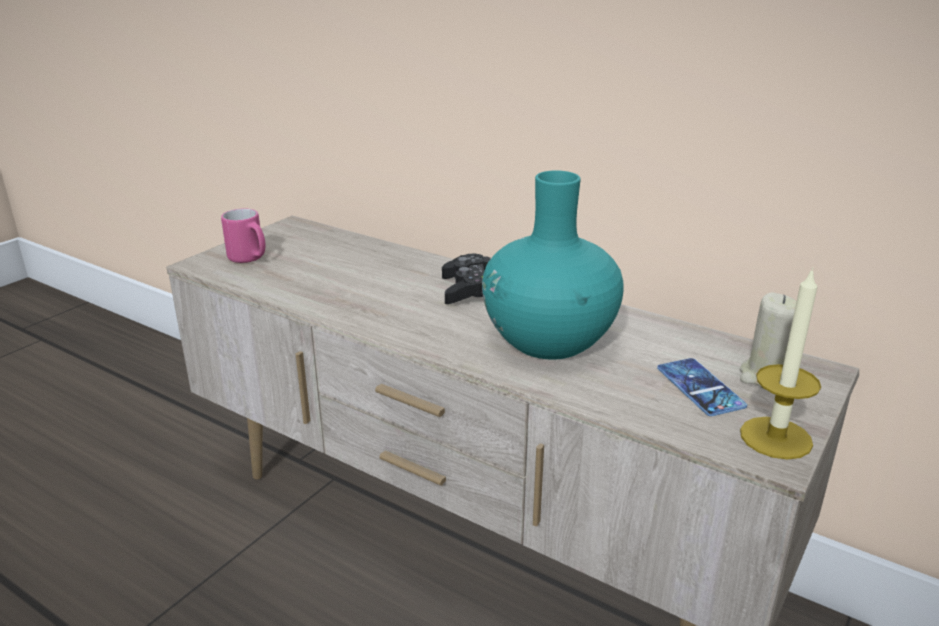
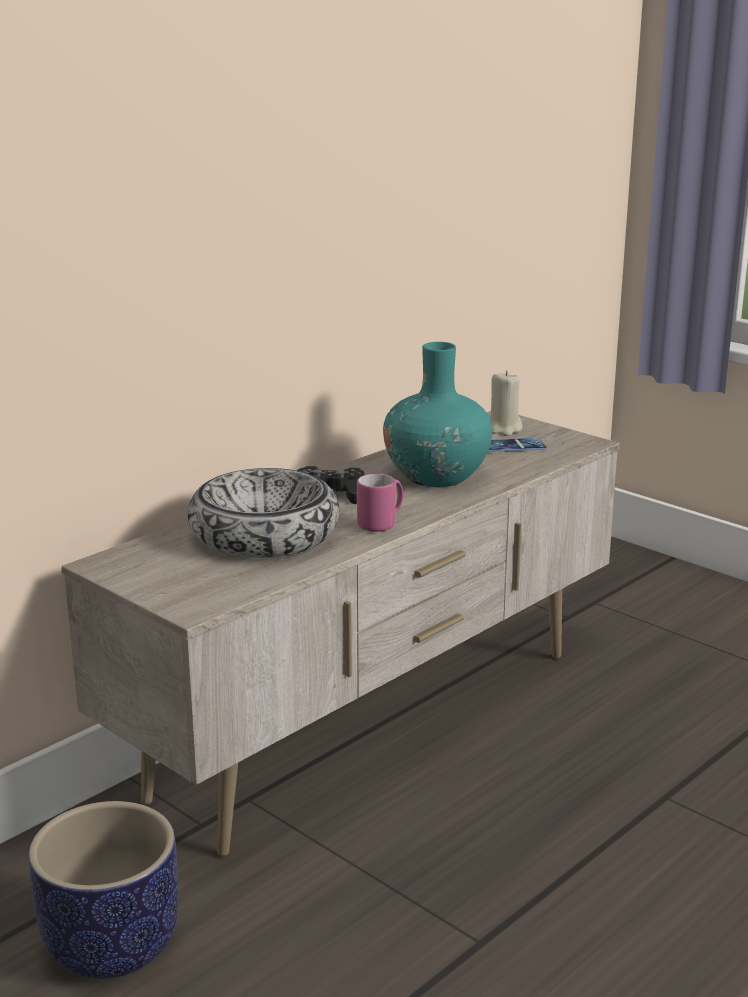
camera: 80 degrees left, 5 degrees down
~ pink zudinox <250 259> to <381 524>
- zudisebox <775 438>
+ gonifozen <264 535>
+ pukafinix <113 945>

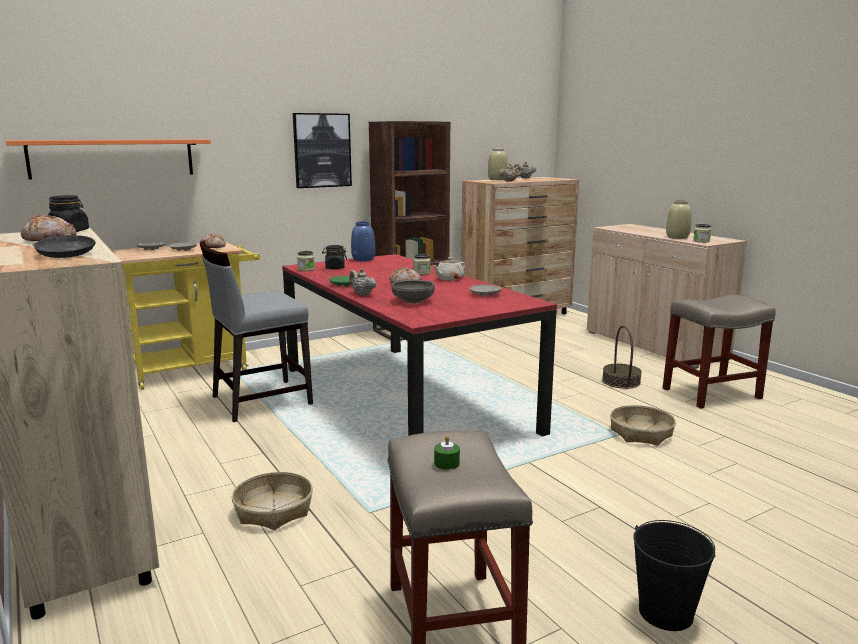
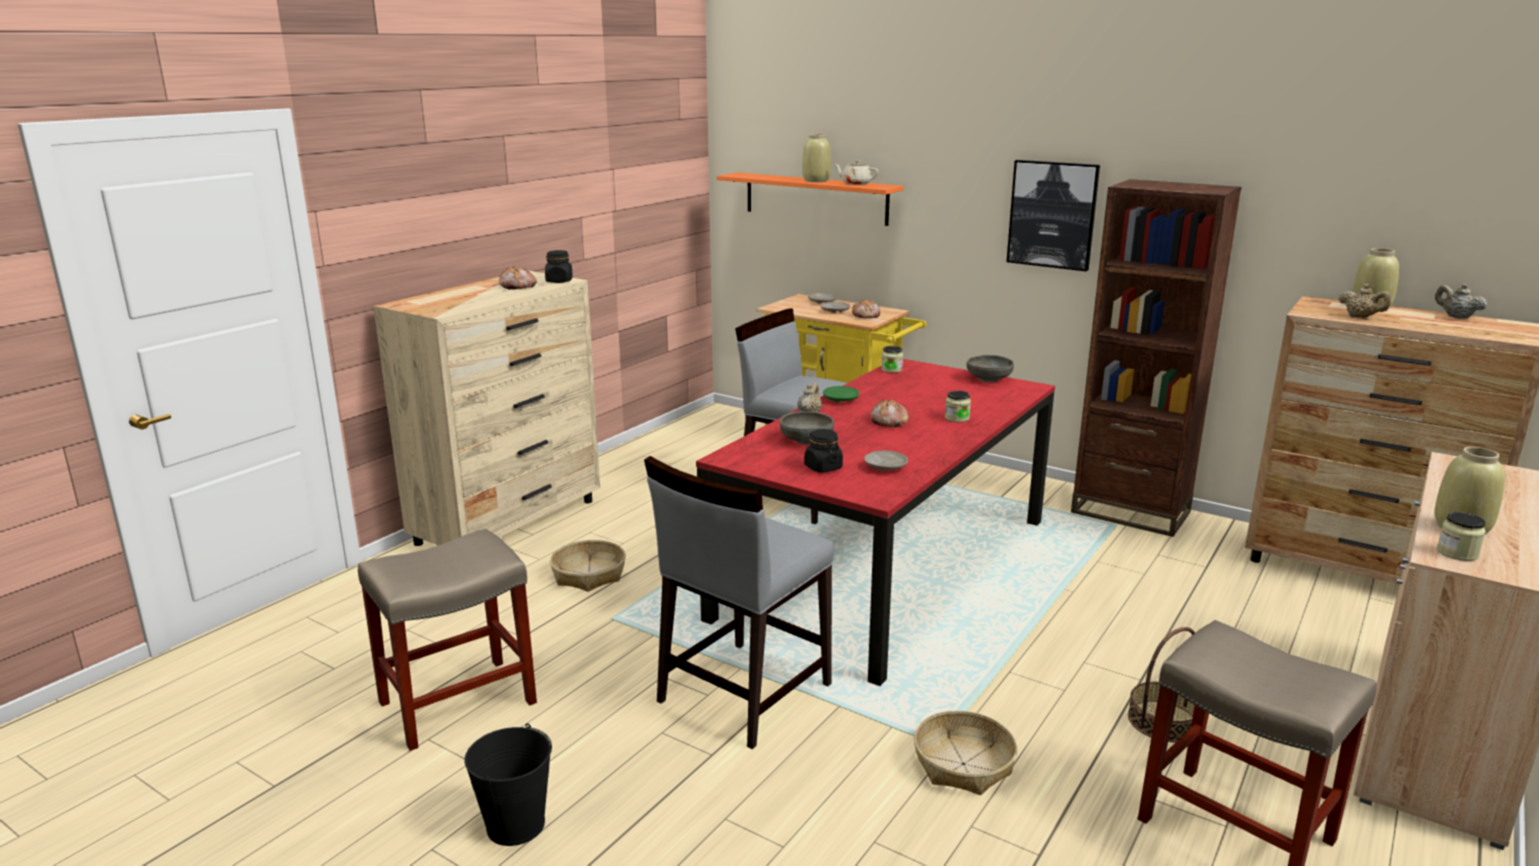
camera: 65 degrees right, 5 degrees up
~ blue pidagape <363 259> to grey gonifozen <989 379>
- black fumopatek <66 253>
~ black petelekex <335 268> to <823 467>
~ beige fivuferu <449 279> to <855 184>
- green zudisebox <446 463>
+ beige pidagape <816 181>
+ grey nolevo <742 693>

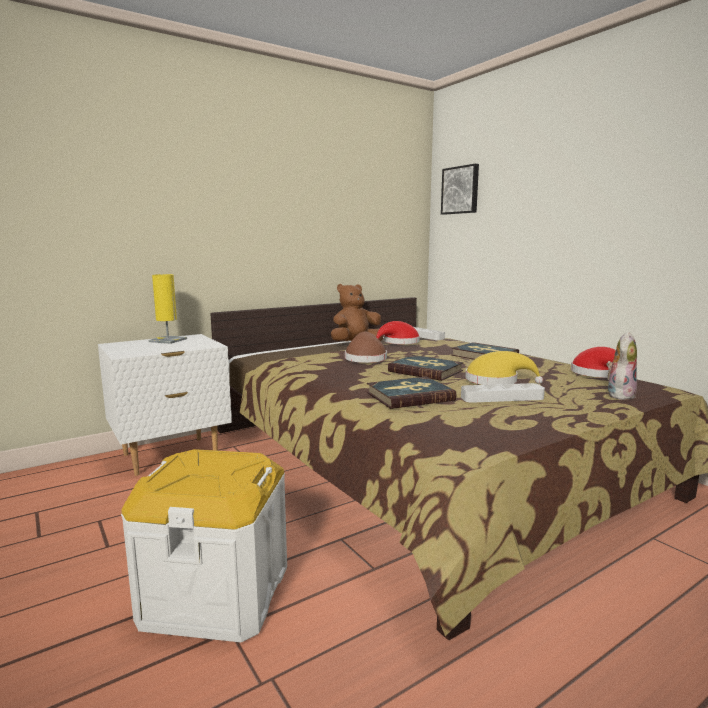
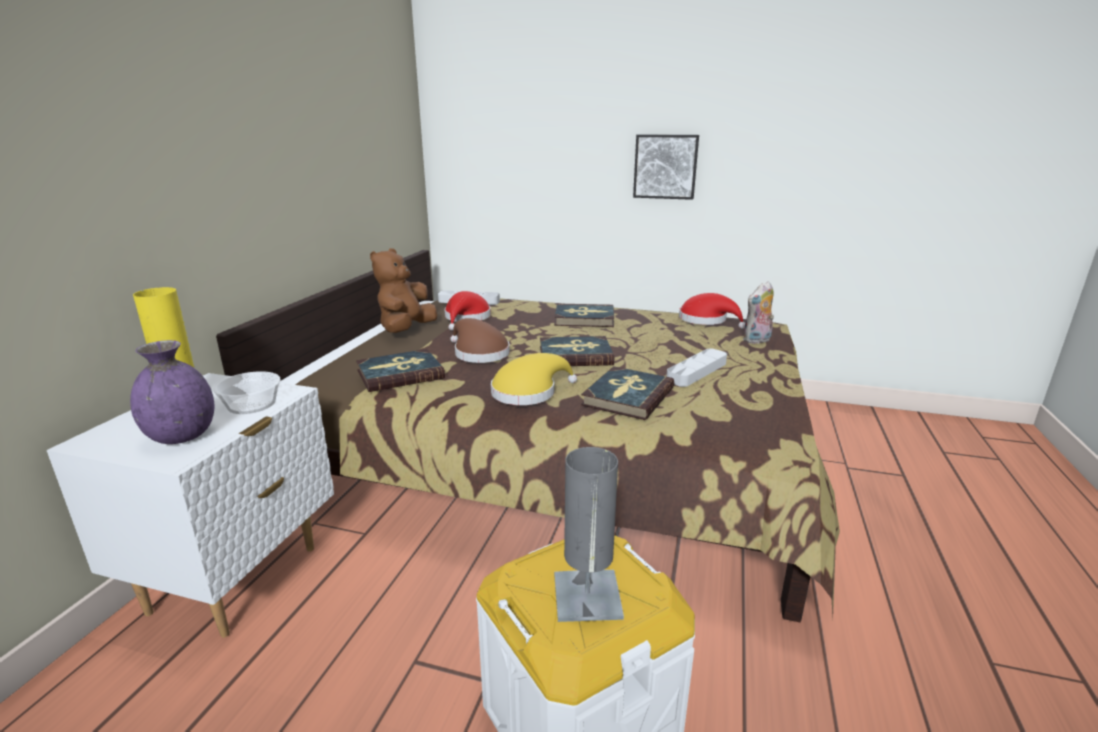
camera: 40 degrees left, 10 degrees up
~ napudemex <461 190> to <665 166>
~ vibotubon <619 395> = <757 341> 120 degrees counterclockwise
~ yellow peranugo <496 381> to <528 392>
+ purple pidagape <182 436>
+ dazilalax <400 374>
+ gonifozen <250 404>
+ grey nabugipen <587 596>

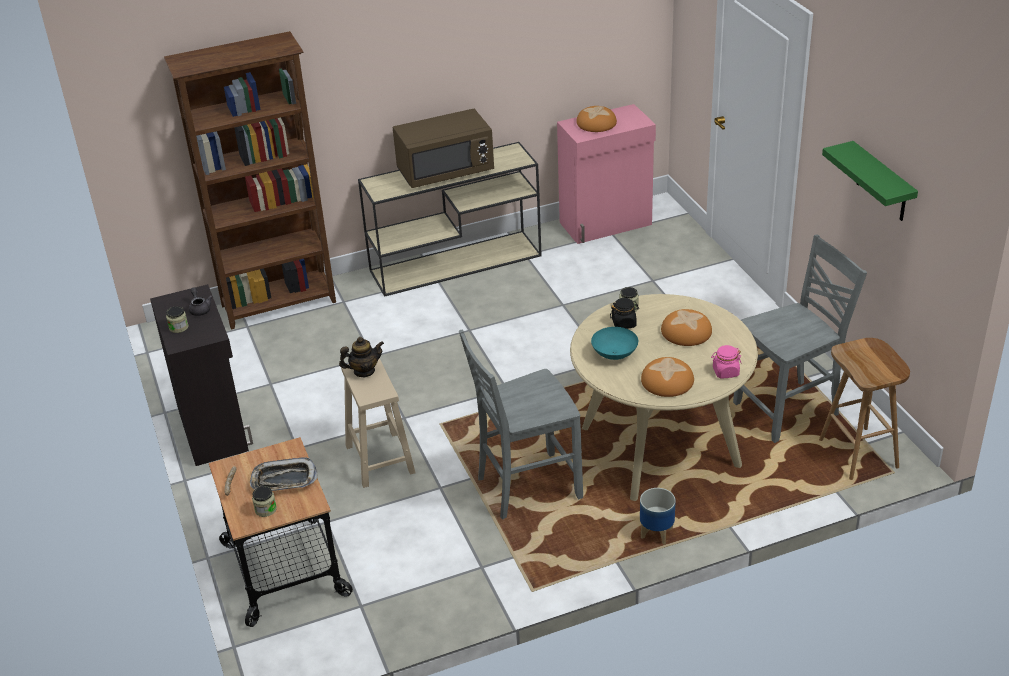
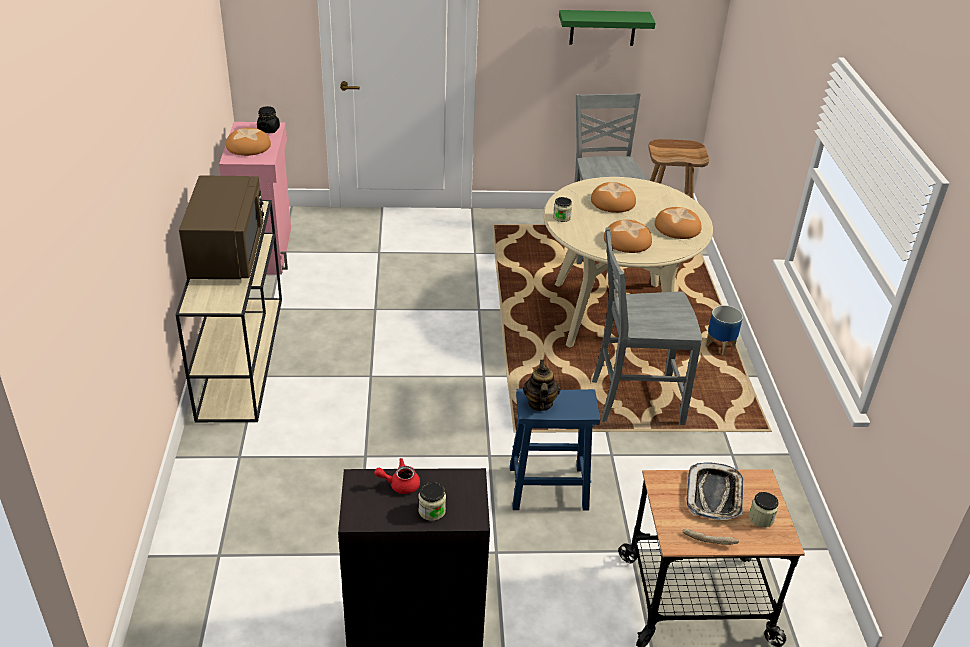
camera: 75 degrees left, 0 degrees up
- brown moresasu <280 304>
~ grey fivuferu <200 309> to red fivuferu <400 484>
~ black petelekex <624 323> to <268 129>
~ turquoise gonifozen <614 354> to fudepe <626 241>
~ grey nolevo <526 487> = <634 400> 90 degrees clockwise
- pink petelekex <725 372>
~ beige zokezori <379 458> to blue zokezori <546 488>

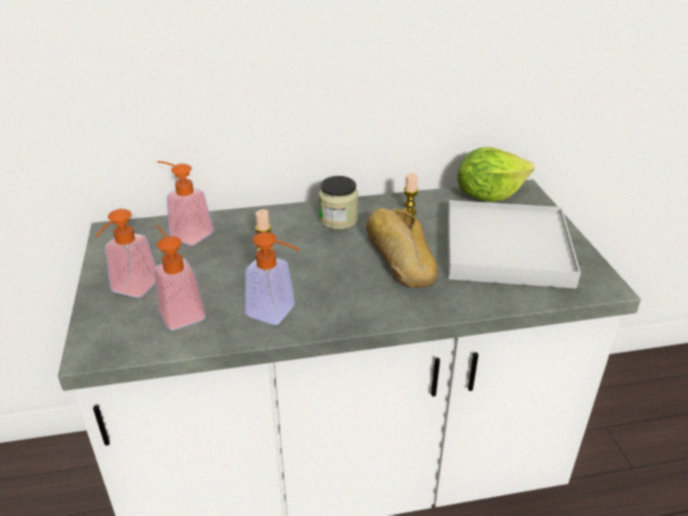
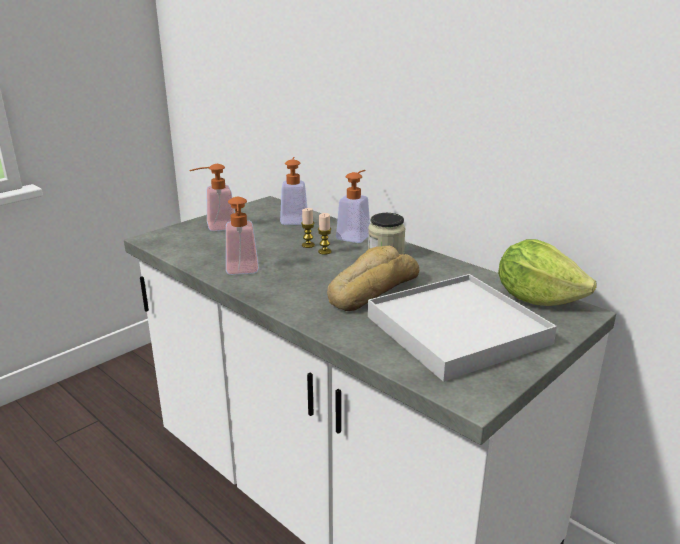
camera: 55 degrees right, 10 degrees down
~ zudisebox <409 212> to <324 251>
~ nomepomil <179 311> to <355 235>

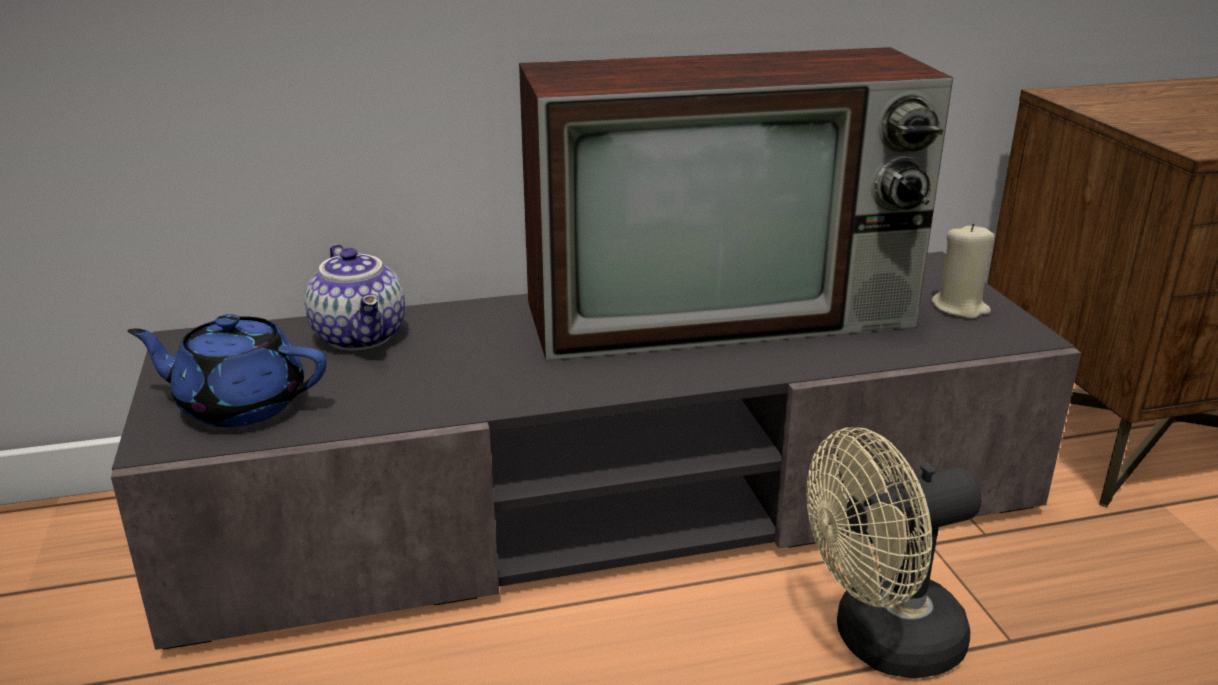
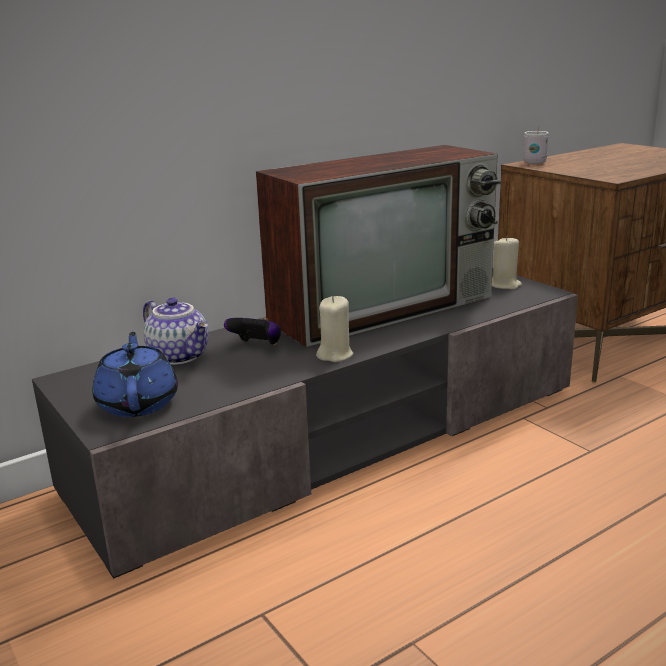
camera: 20 degrees left, 5 degrees down
~ blue fivuferu <239 404> = <138 403> 90 degrees clockwise
- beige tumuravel <881 641>
+ white zudinox <534 162>
+ beige zudisebox <335 355>
+ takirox <257 346>

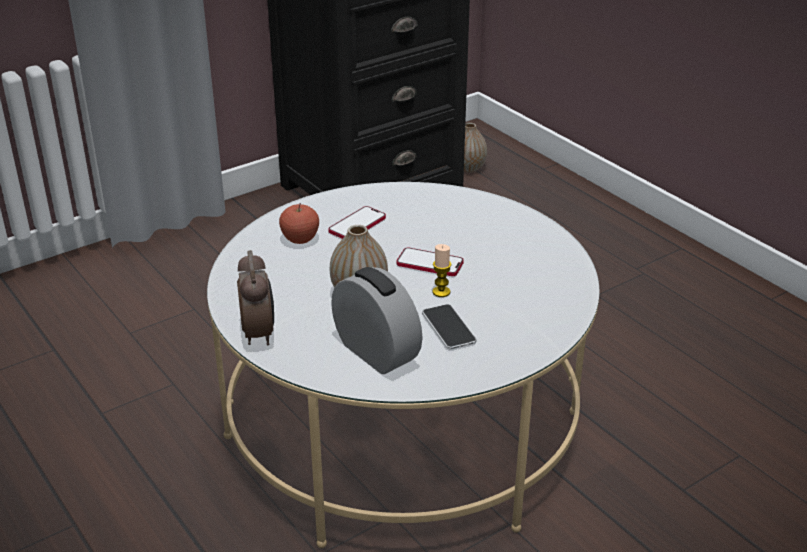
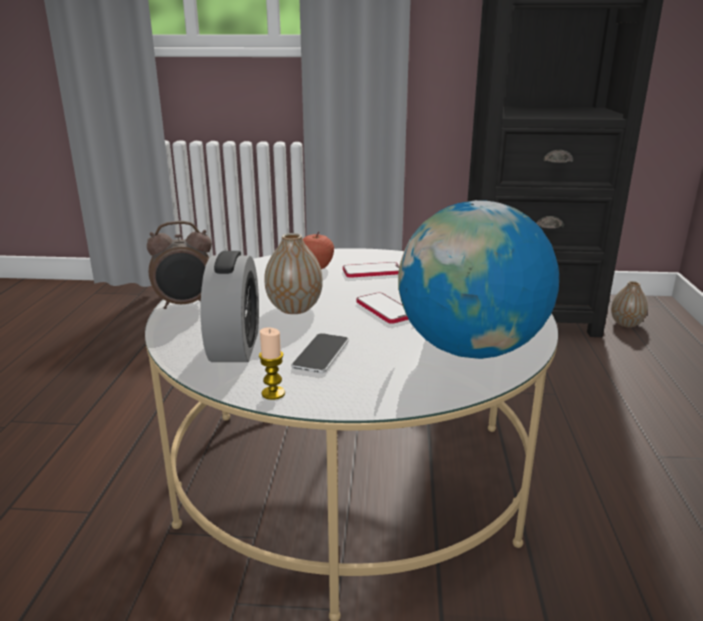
camera: 40 degrees right, 10 degrees down
~ zudisebox <441 292> to <273 393>
~ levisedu <259 333> = <185 304> 45 degrees clockwise
+ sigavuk <470 349>

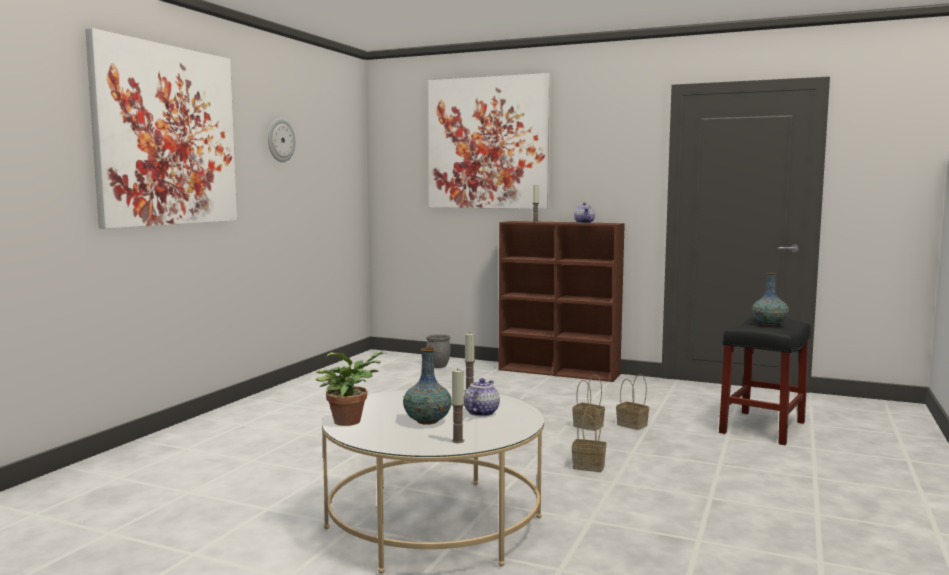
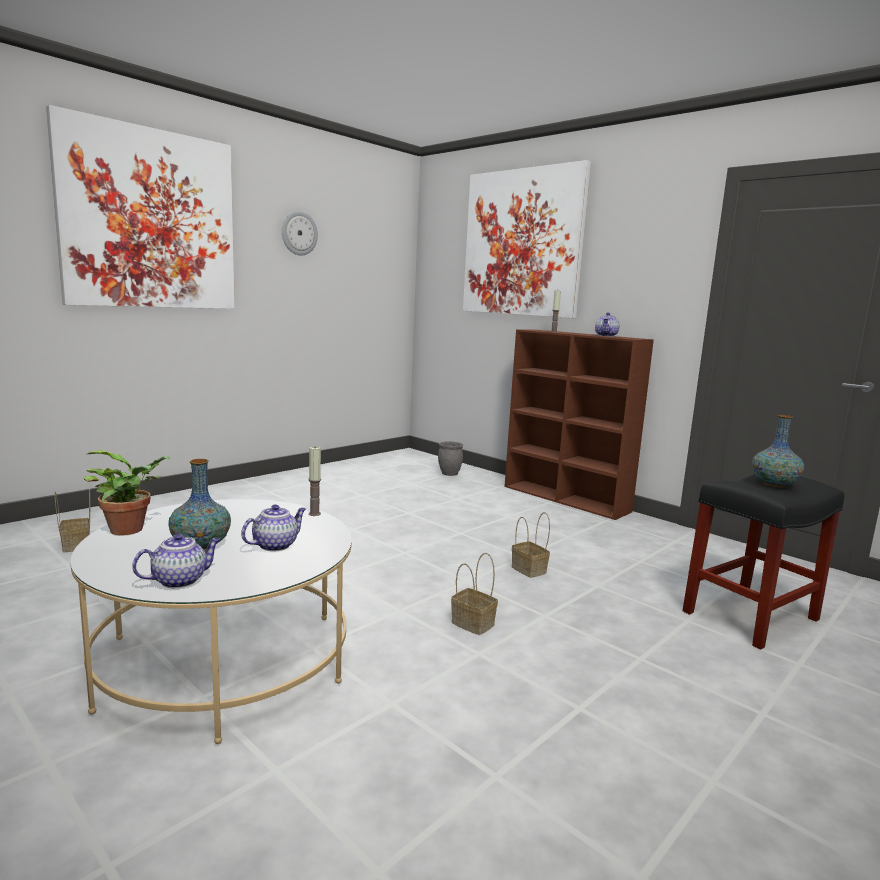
camera: 20 degrees right, 5 degrees up
~ zudisebox <458 441> to fivuferu <180 580>
~ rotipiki <633 425> to <77 546>

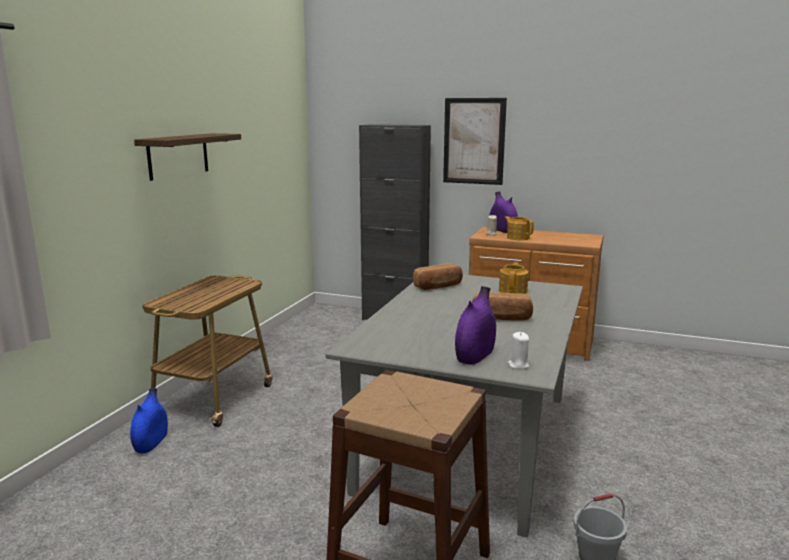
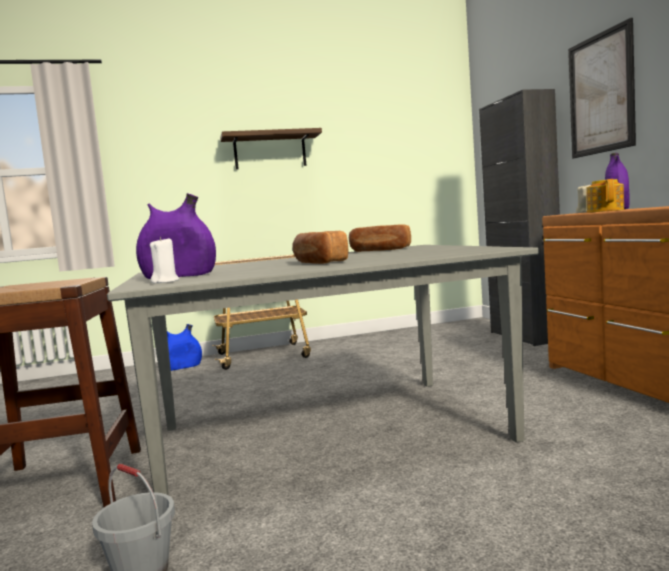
camera: 55 degrees right, 10 degrees down
- fivuferu <513 291>

